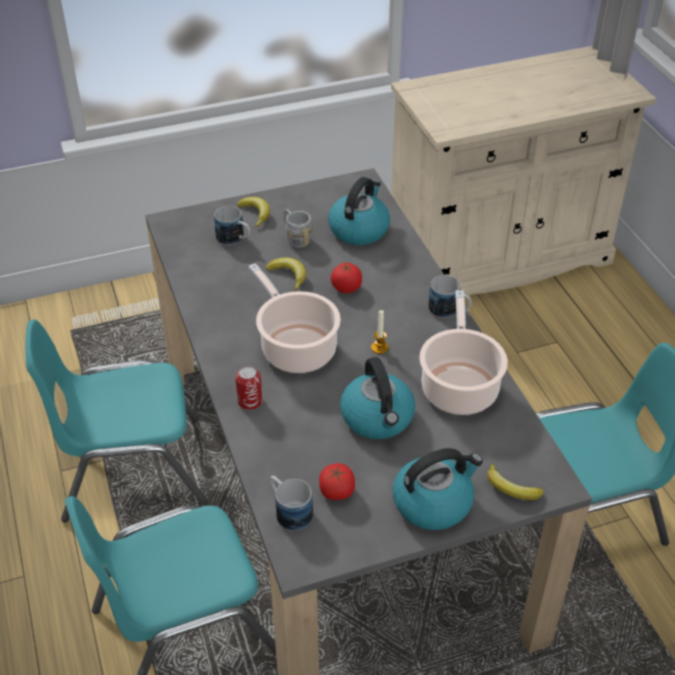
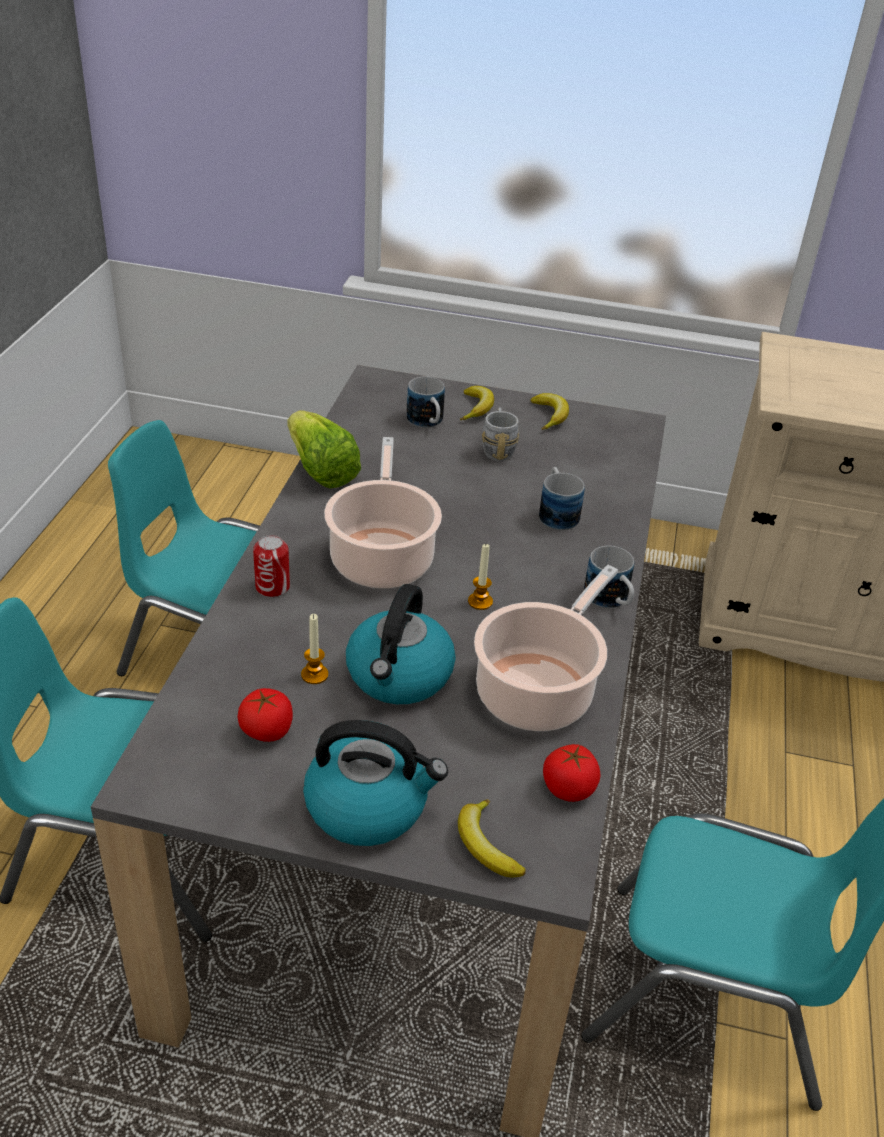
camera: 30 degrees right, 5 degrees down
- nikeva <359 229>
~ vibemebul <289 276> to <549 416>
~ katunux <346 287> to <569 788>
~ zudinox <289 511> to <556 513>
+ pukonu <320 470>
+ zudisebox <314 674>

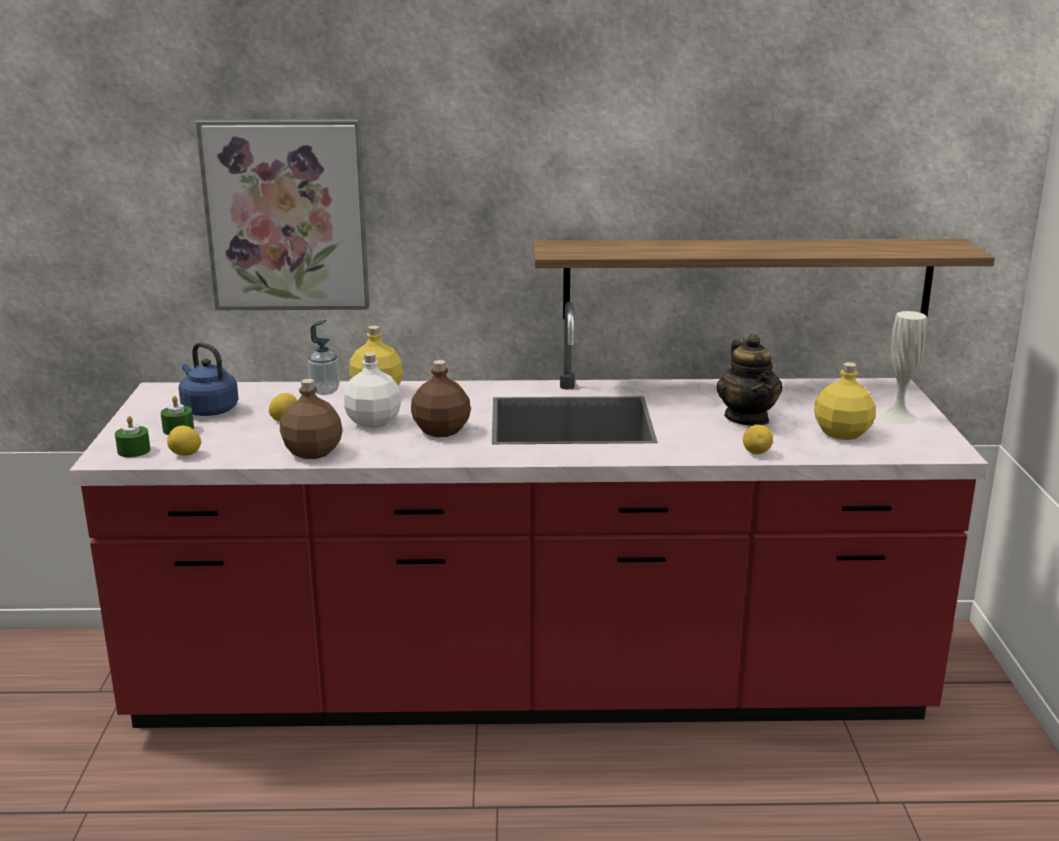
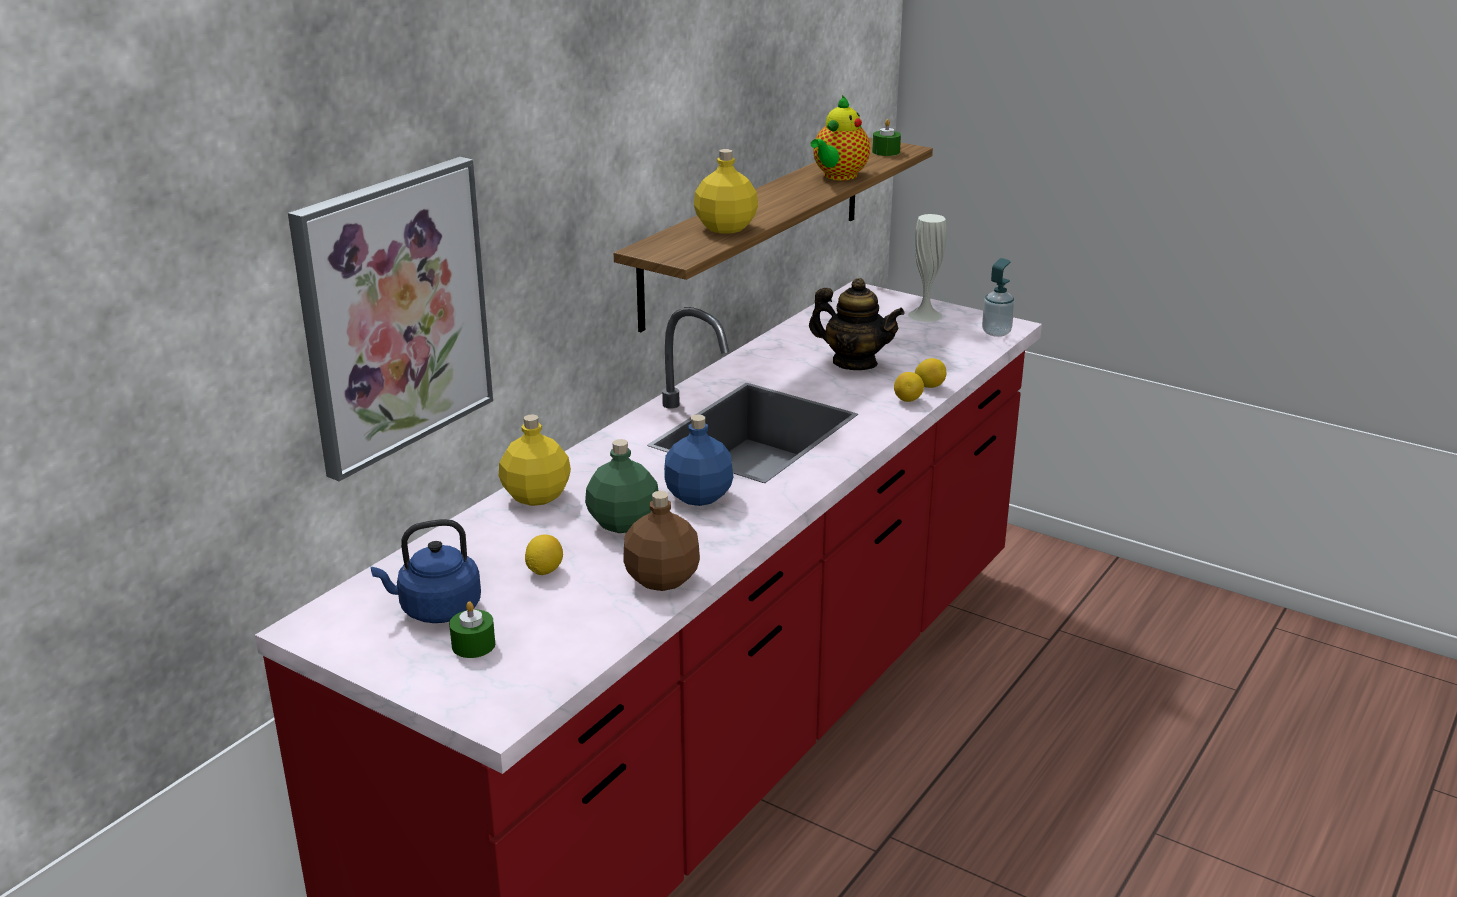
camera: 55 degrees left, 5 degrees up
~ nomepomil <325 391> to <996 332>
~ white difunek <374 422> to green difunek <624 523>
~ brown difunek <441 430> to blue difunek <697 496>
~ yellow difunek <841 433> to <724 228>
~ green zudisebox <134 451> to <886 152>
~ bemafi <185 454> to <908 400>
+ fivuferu <838 176>

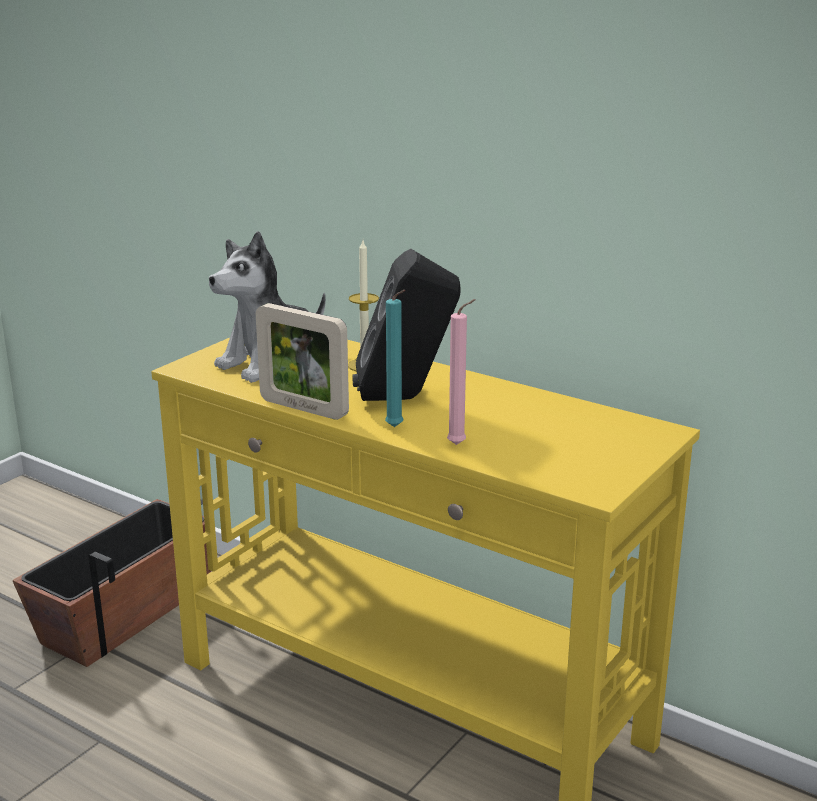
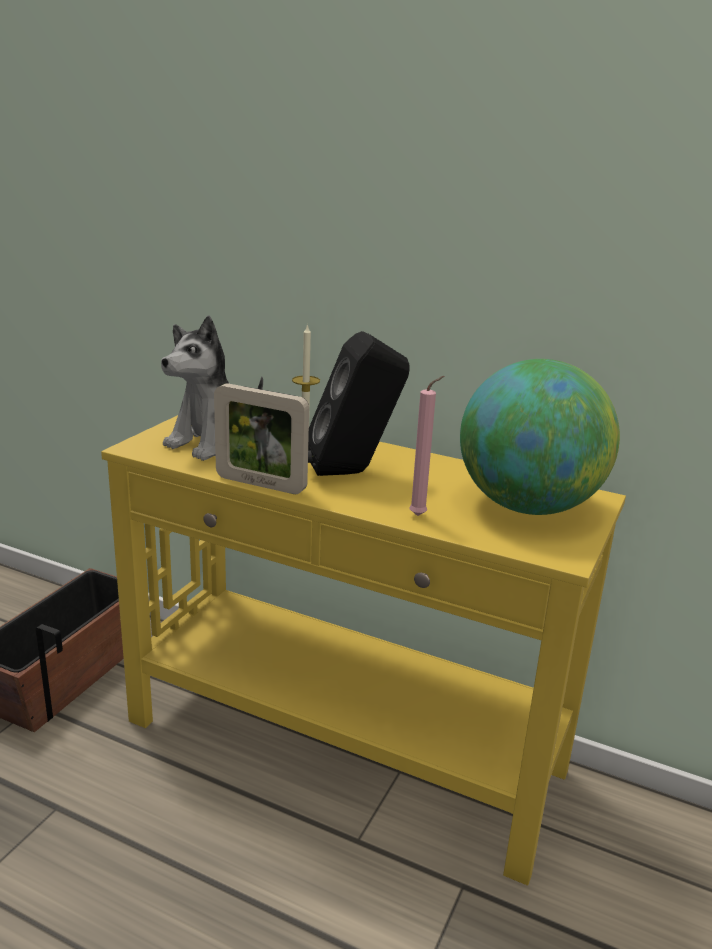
camera: 10 degrees left, 0 degrees up
- turquoise zudisebox <396 428>
+ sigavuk <528 506>

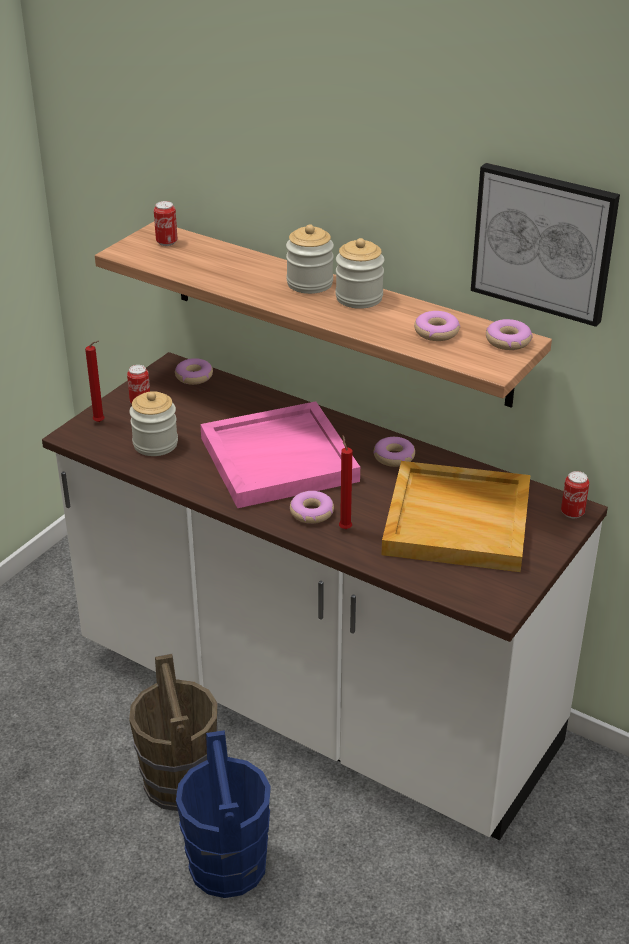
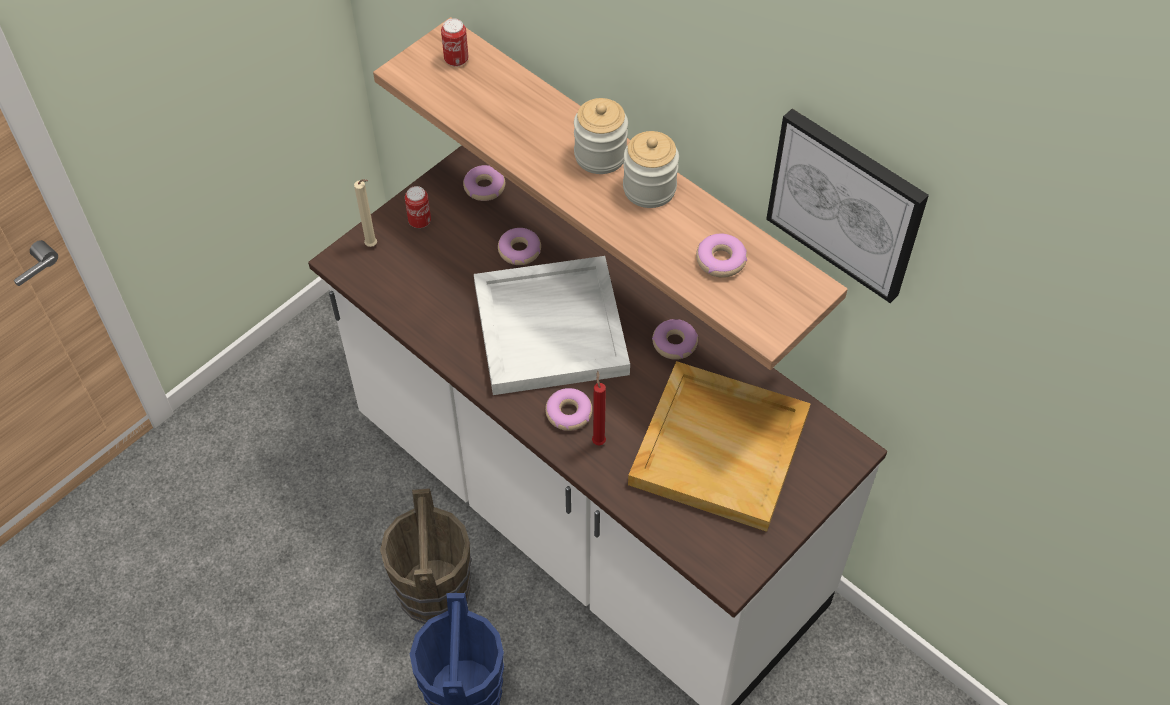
camera: 10 degrees right, 20 degrees up
~ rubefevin <508 341> to <519 251>
~ red zudisebox <100 422> to beige zudisebox <373 246>
- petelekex <155 444>
~ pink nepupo <279 458> to white nepupo <551 327>
- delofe <572 513>

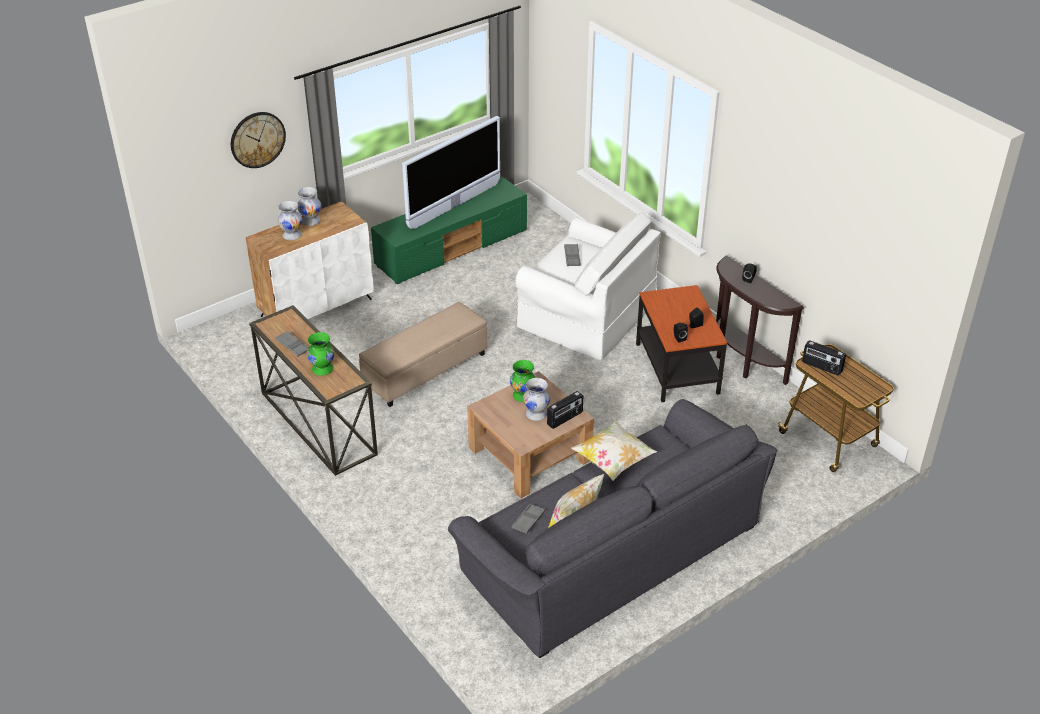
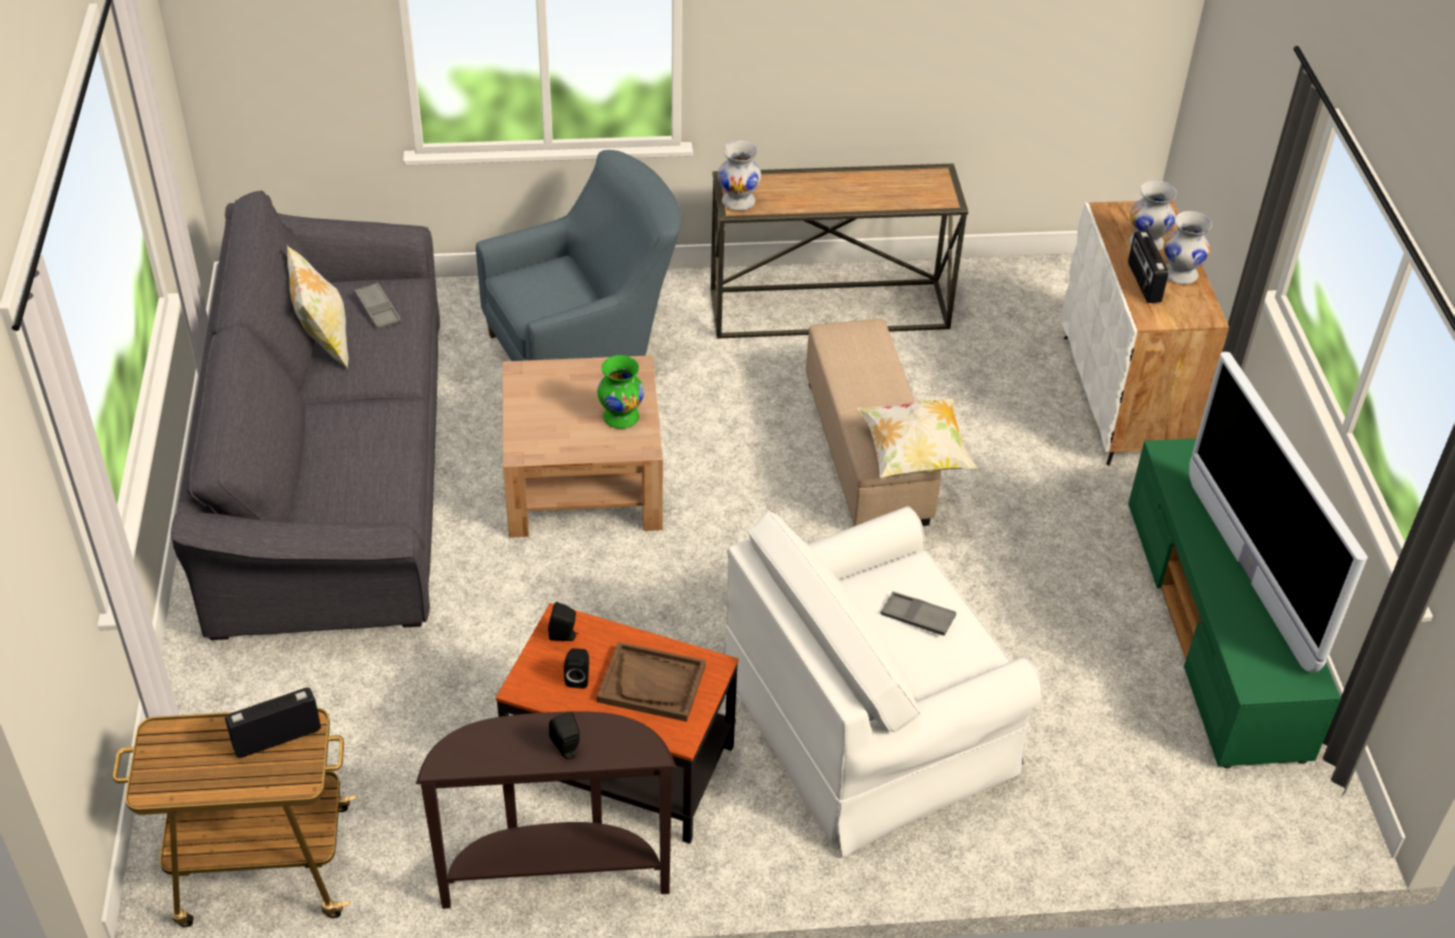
camera: 120 degrees right, 5 degrees up
- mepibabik <257 139>
- grey nepupo <292 346>
- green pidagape <323 369>
~ white pidagape <536 414> to <737 202>
~ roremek <565 419> to <1143 282>
~ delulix <613 461> to <914 456>
+ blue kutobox <585 352>
+ brown nepupo <652 683>

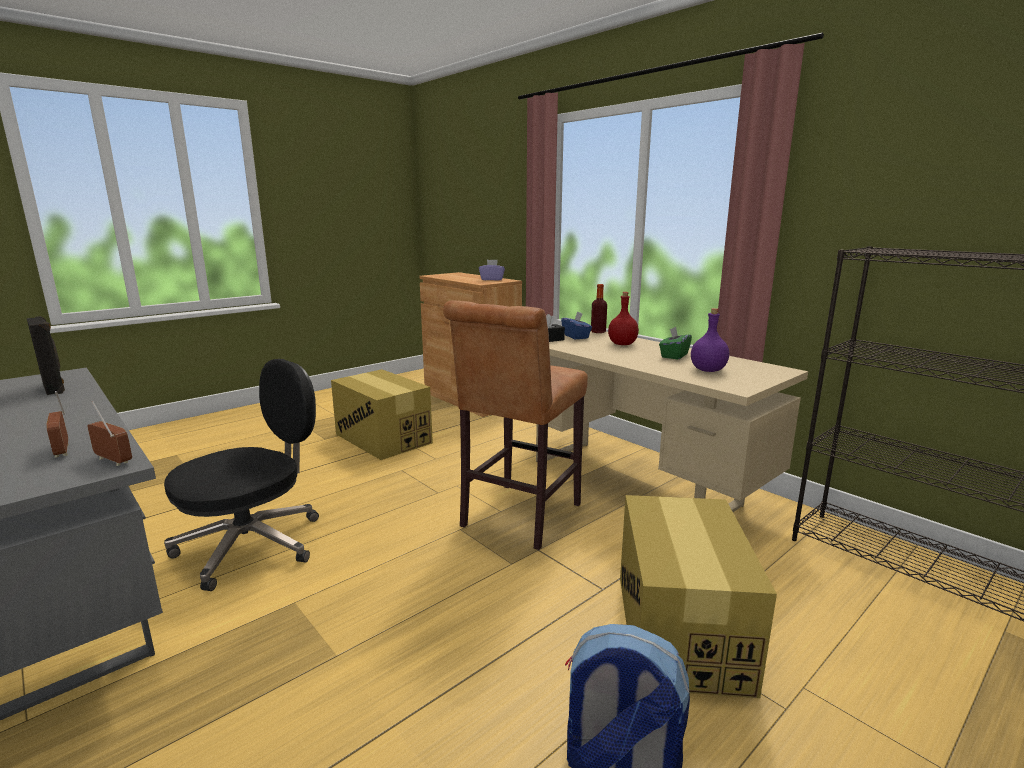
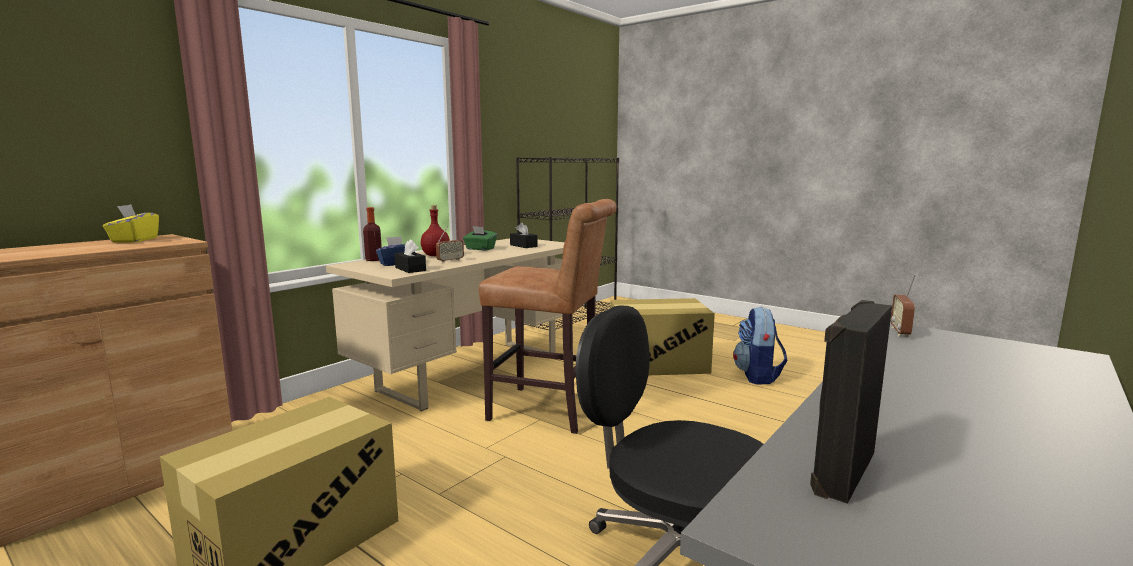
camera: 100 degrees left, 5 degrees down
~ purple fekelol <492 279> to yellow fekelol <134 240>
~ purple difunek <708 370> to black fekelol <523 246>
~ roremek <63 450> to <450 261>

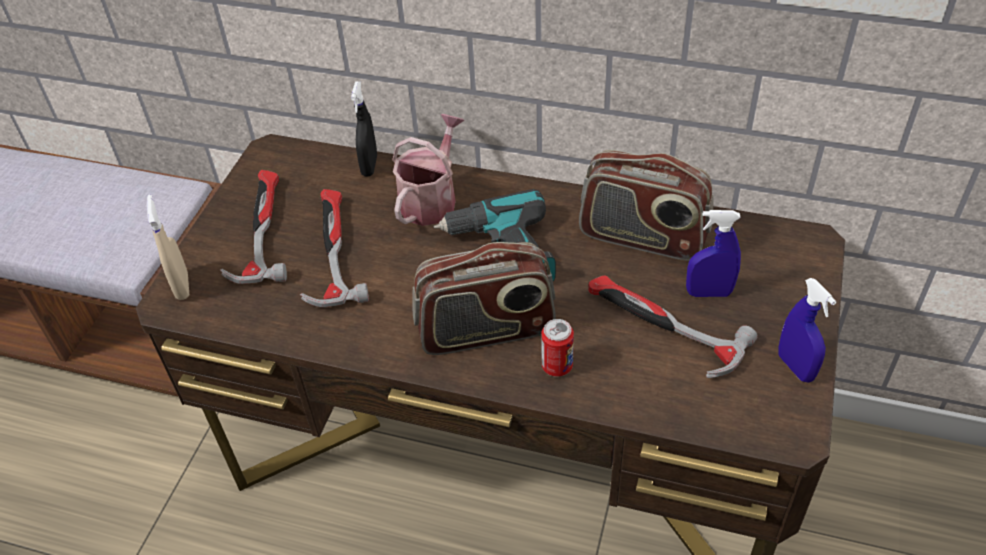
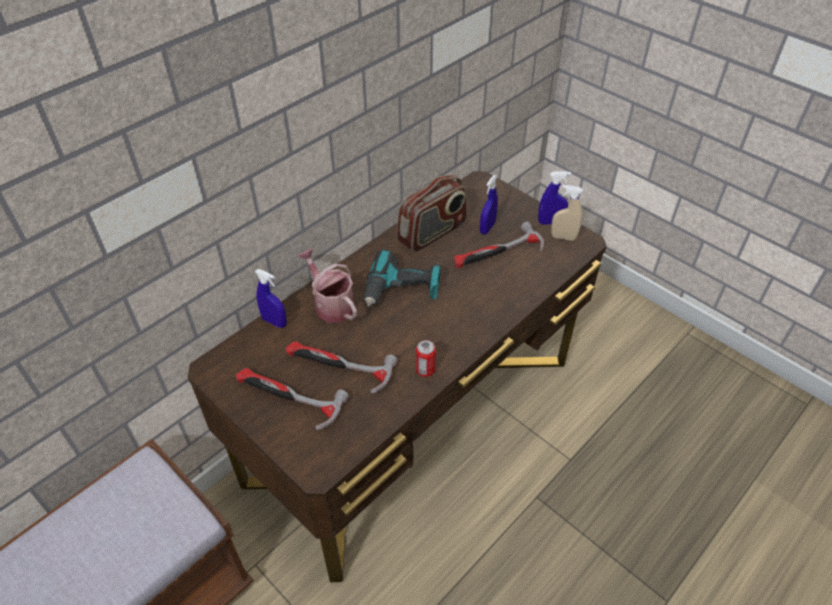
camera: 65 degrees left, 0 degrees up
~ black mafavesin <369 166> to blue mafavesin <274 322>
~ beige mafavesin <182 286> to <563 237>
- roremek <486 330>
~ delofe <557 366> to <425 370>

